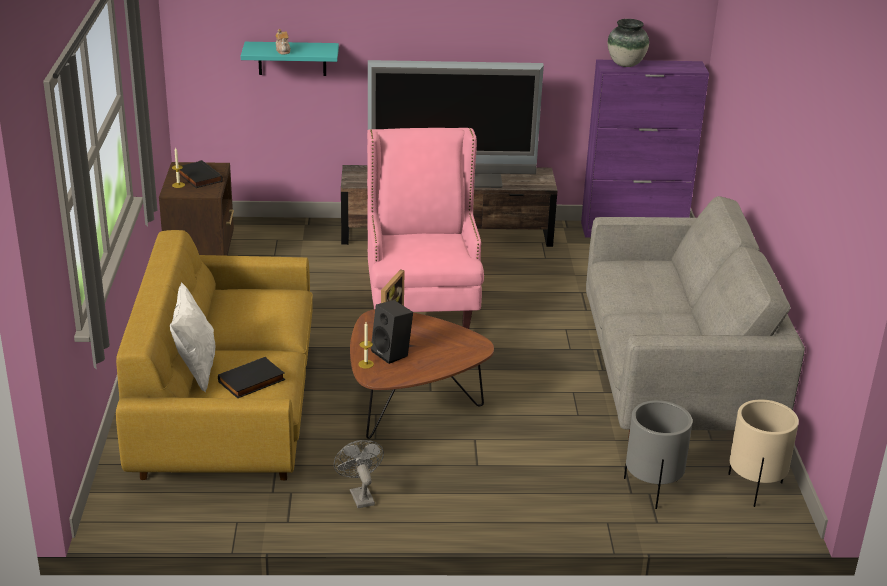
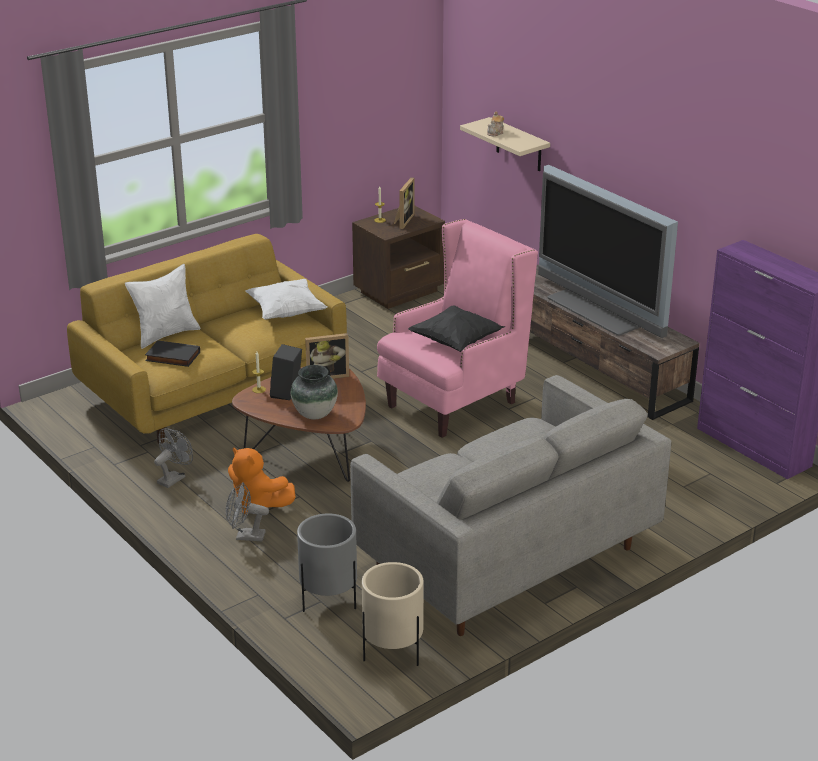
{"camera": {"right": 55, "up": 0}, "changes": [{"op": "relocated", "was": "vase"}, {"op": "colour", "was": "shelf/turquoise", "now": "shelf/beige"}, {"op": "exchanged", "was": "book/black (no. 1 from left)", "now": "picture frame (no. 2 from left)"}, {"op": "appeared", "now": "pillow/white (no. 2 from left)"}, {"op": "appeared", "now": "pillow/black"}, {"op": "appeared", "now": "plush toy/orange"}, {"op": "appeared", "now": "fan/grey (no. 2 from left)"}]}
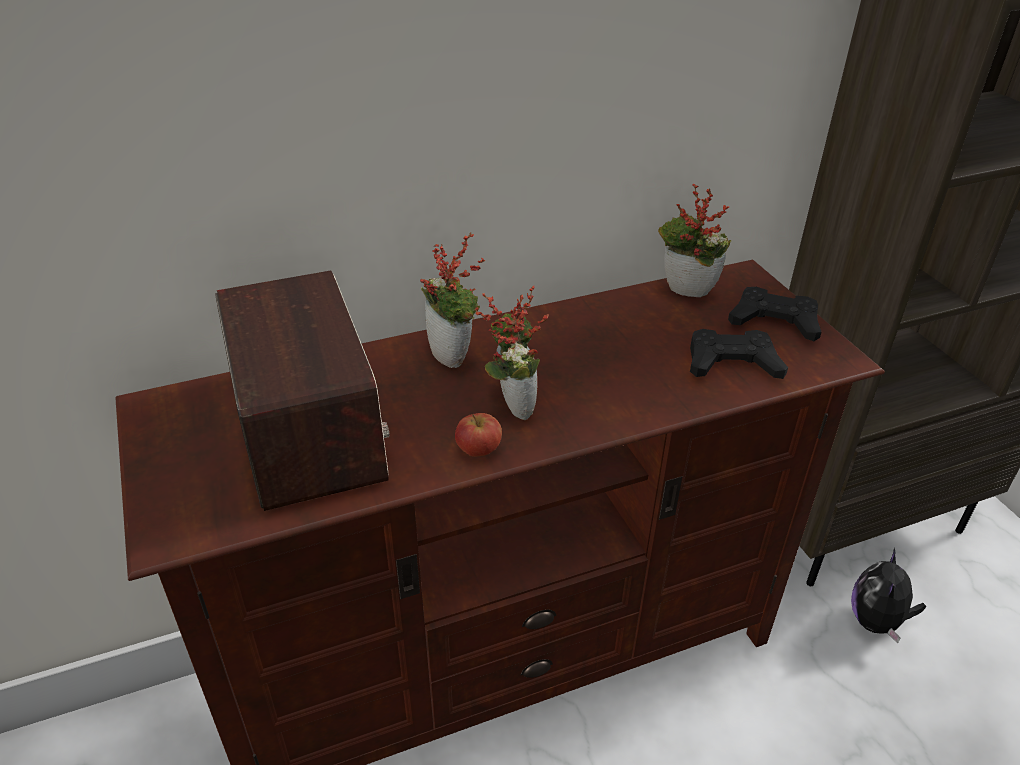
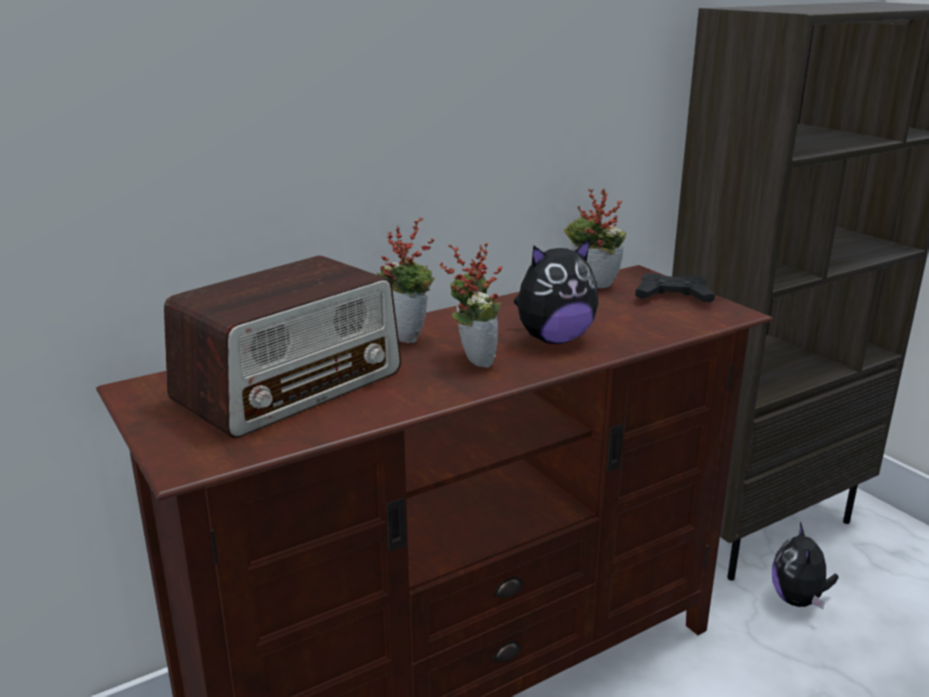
{"camera": {"right": -10, "up": -15}, "changes": [{"op": "spun", "was": "radio", "clockwise": 75}, {"op": "missing", "was": "game controller/black (no. 1 from left)"}, {"op": "missing", "was": "apple"}, {"op": "appeared", "now": "plush toy (no. 1 from left)"}]}
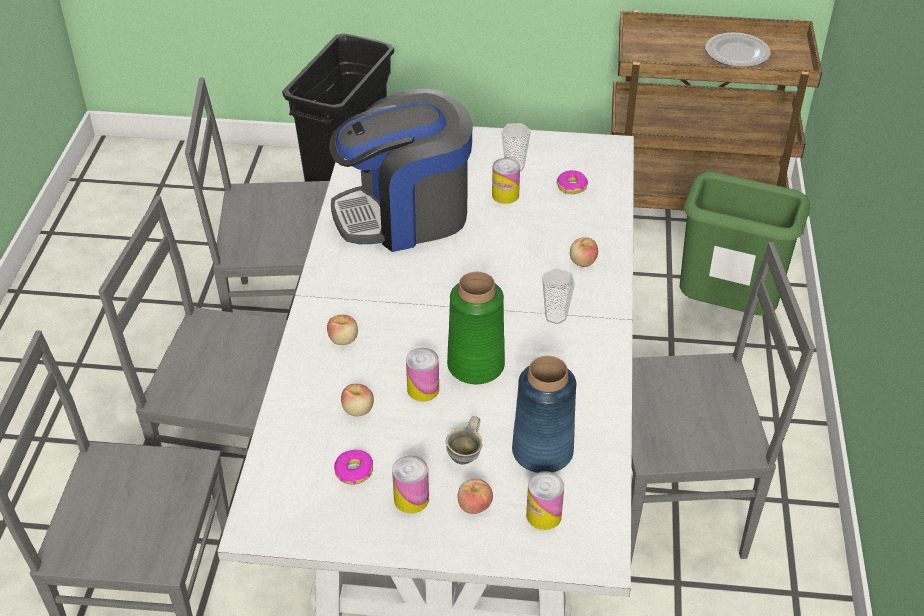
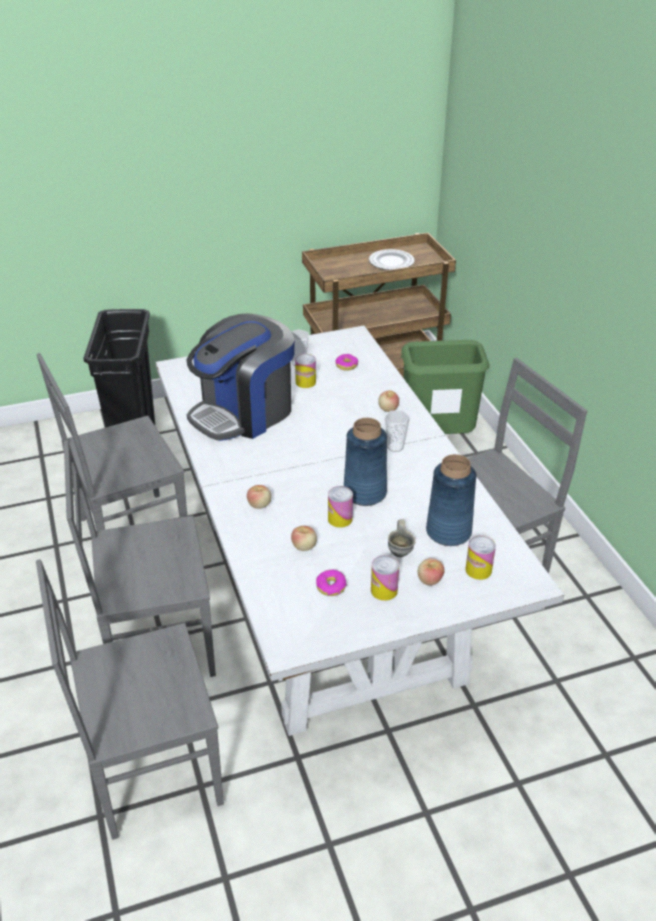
{"camera": {"right": -25, "up": -5}, "changes": [{"op": "colour", "was": "vase/green", "now": "vase/blue (no. 1 from left)"}]}
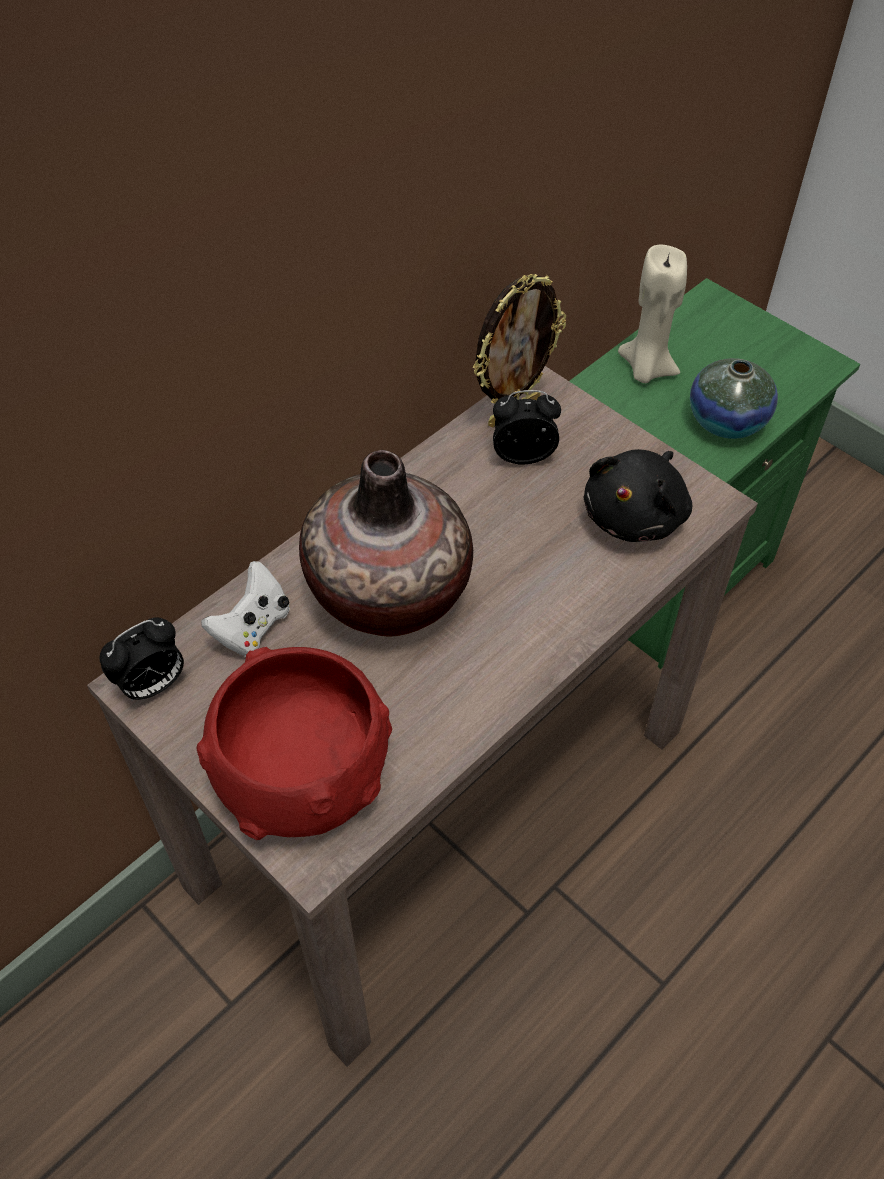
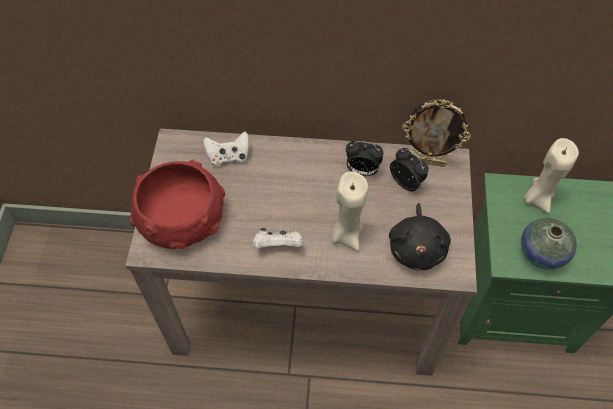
{"camera": {"right": 50, "up": 5}, "changes": [{"op": "spun", "was": "plush toy/black", "clockwise": -75}, {"op": "missing", "was": "vase (no. 1 from left)"}, {"op": "relocated", "was": "alarm clock (no. 1 from left)"}, {"op": "appeared", "now": "candle/beige (no. 1 from left)"}, {"op": "appeared", "now": "game controller/white (no. 2 from left)"}]}
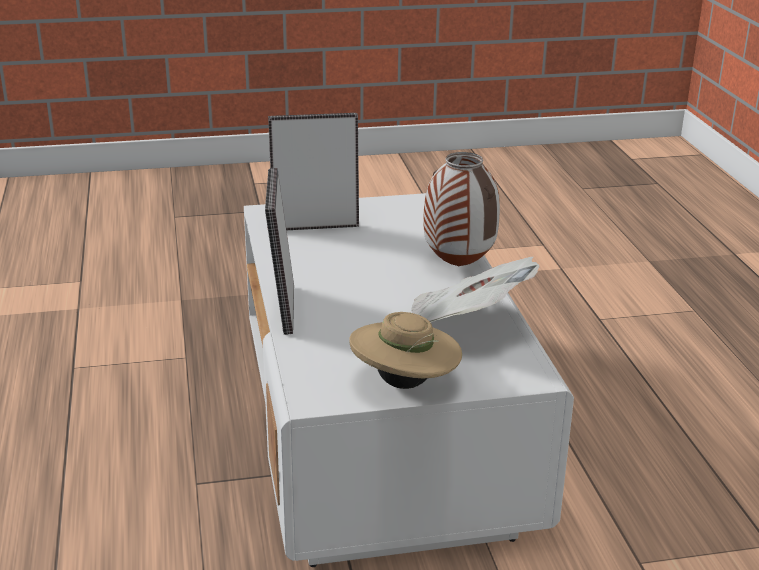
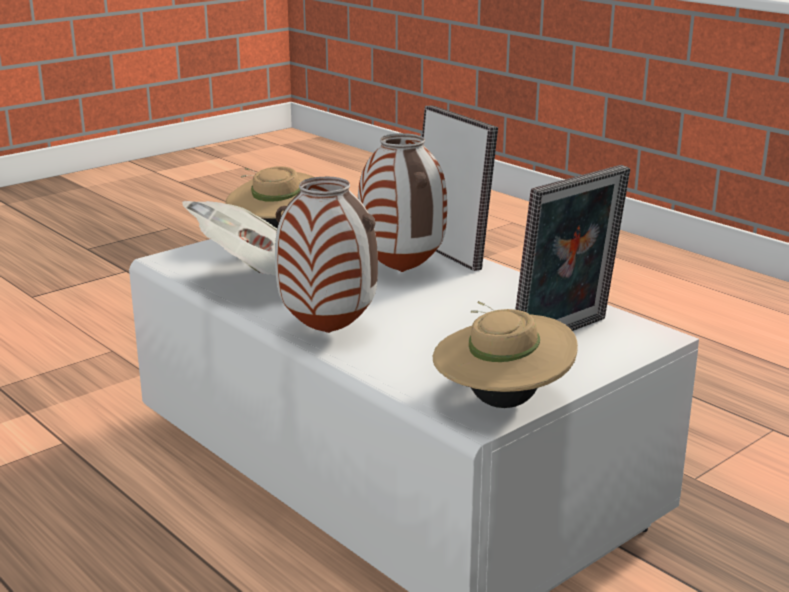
{"camera": {"right": 150, "up": -5}, "changes": [{"op": "appeared", "now": "vase (no. 2 from left)"}, {"op": "appeared", "now": "hat/beige (no. 2 from left)"}]}
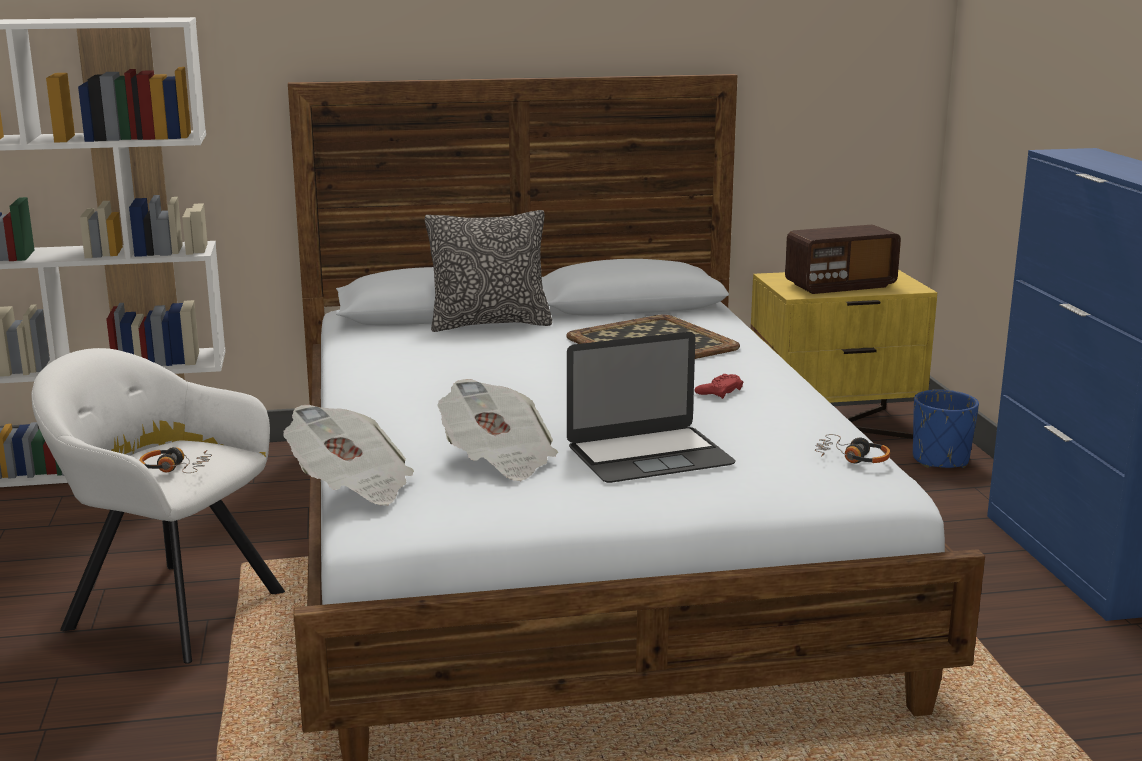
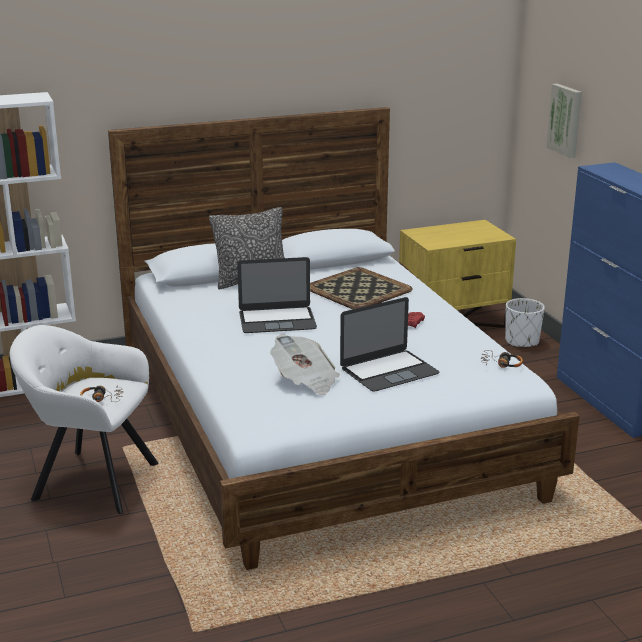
{"camera": {"right": -10, "up": 5}, "changes": [{"op": "missing", "was": "radio"}, {"op": "colour", "was": "planter/blue", "now": "planter/white"}, {"op": "missing", "was": "newspaper (no. 1 from left)"}, {"op": "appeared", "now": "picture"}, {"op": "appeared", "now": "laptop (no. 1 from left)"}]}
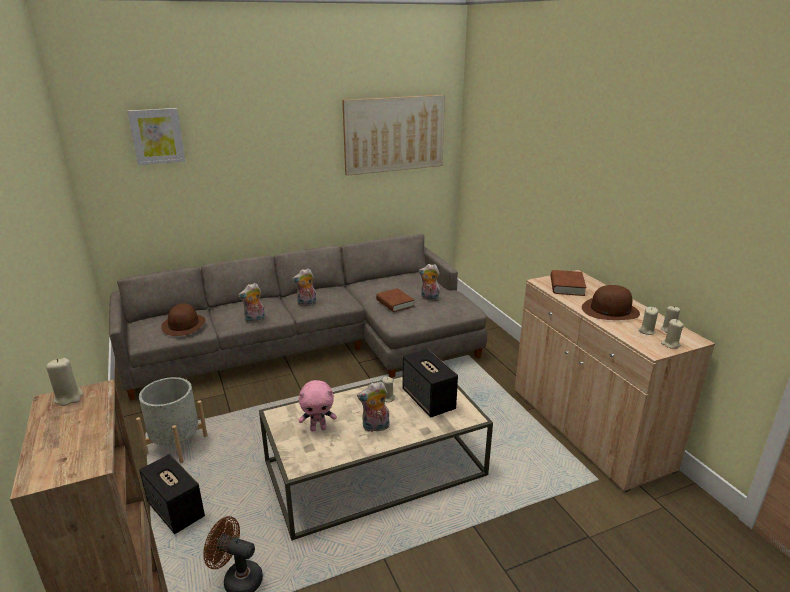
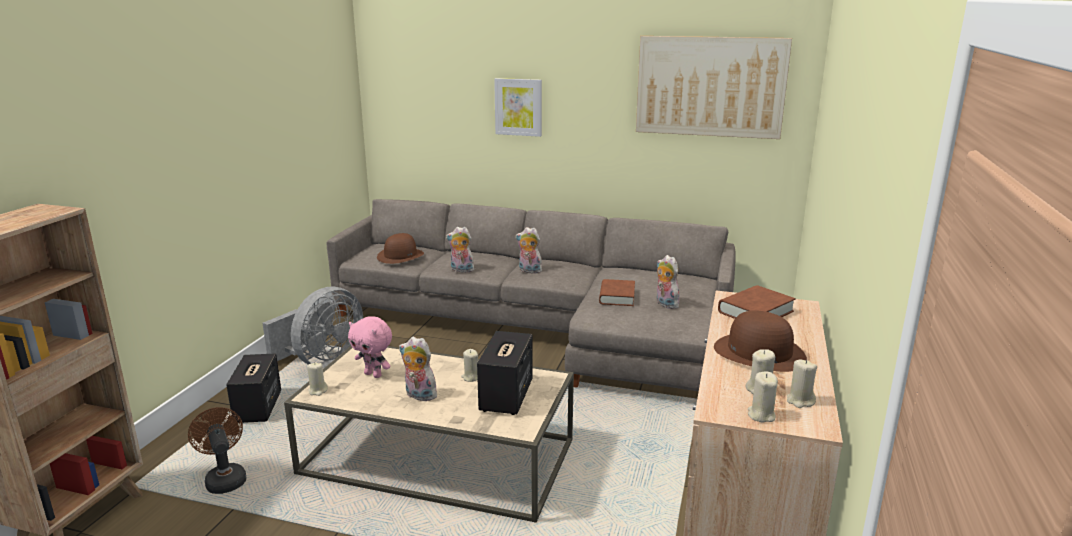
{"camera": {"right": 40, "up": -5}, "changes": [{"op": "relocated", "was": "picture (no. 1 from left)"}, {"op": "relocated", "was": "candle/beige (no. 1 from left)"}, {"op": "exchanged", "was": "planter/grey", "now": "fan/grey"}]}
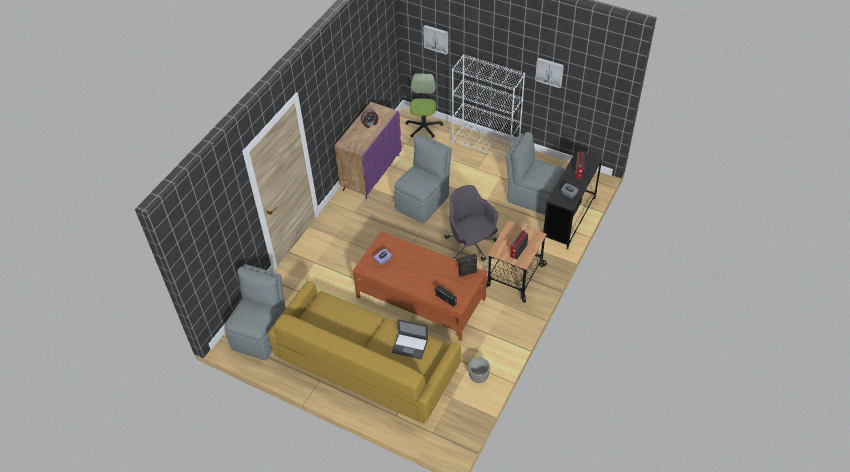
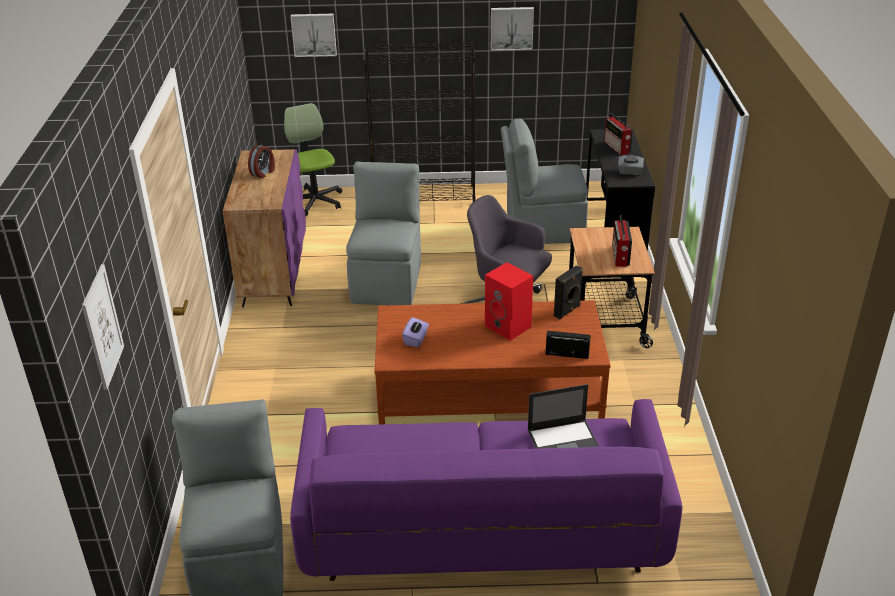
{"camera": {"right": -30, "up": -15}, "changes": [{"op": "colour", "was": "bookcase/white", "now": "bookcase/black"}, {"op": "colour", "was": "sofa/yellow", "now": "sofa/purple"}, {"op": "missing", "was": "planter"}, {"op": "appeared", "now": "speaker/red"}, {"op": "appeared", "now": "picture (no. 1 from left)"}]}
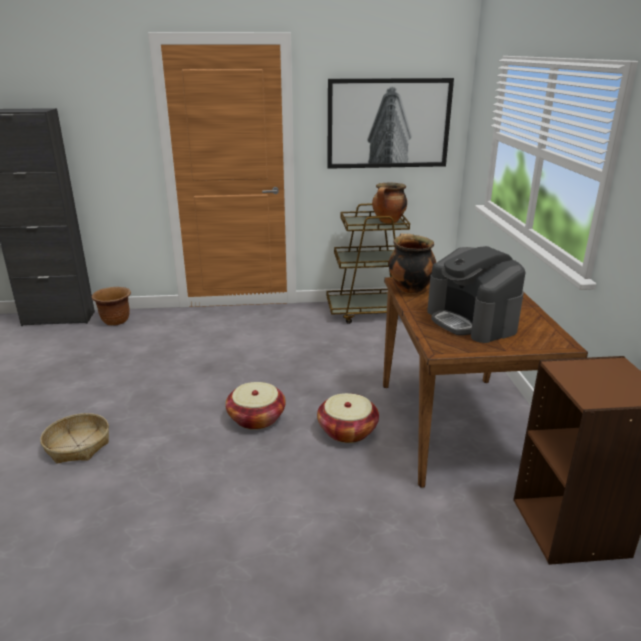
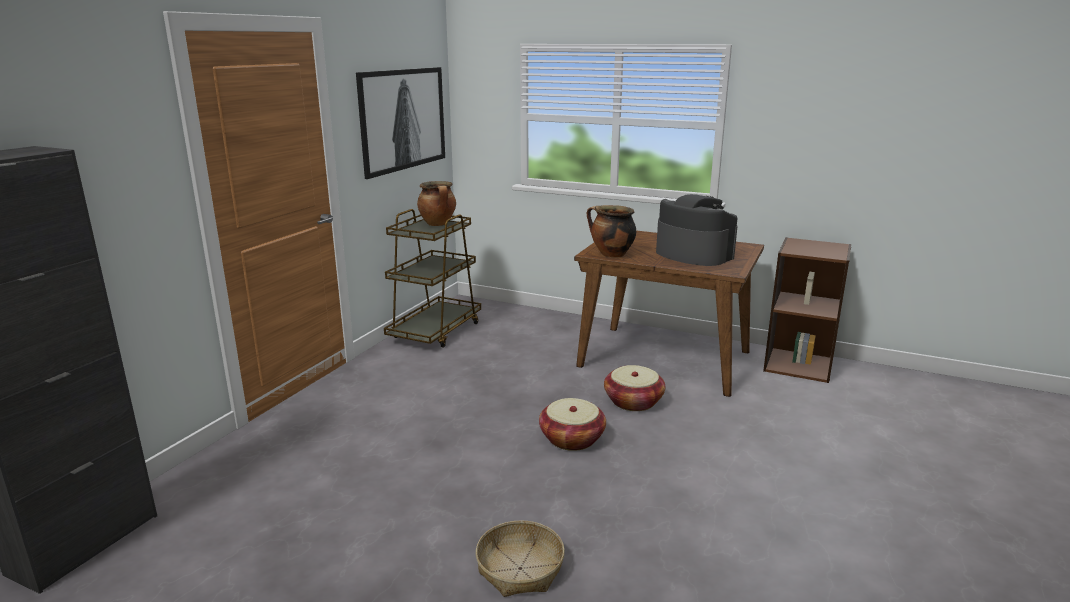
{"camera": {"right": -60, "up": -5}, "changes": [{"op": "spun", "was": "coffee machine", "clockwise": -135}, {"op": "missing", "was": "planter/brown"}]}
